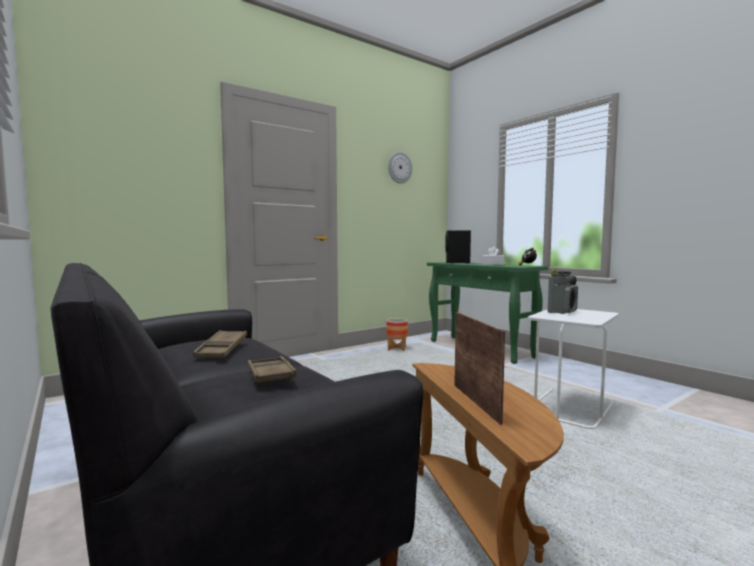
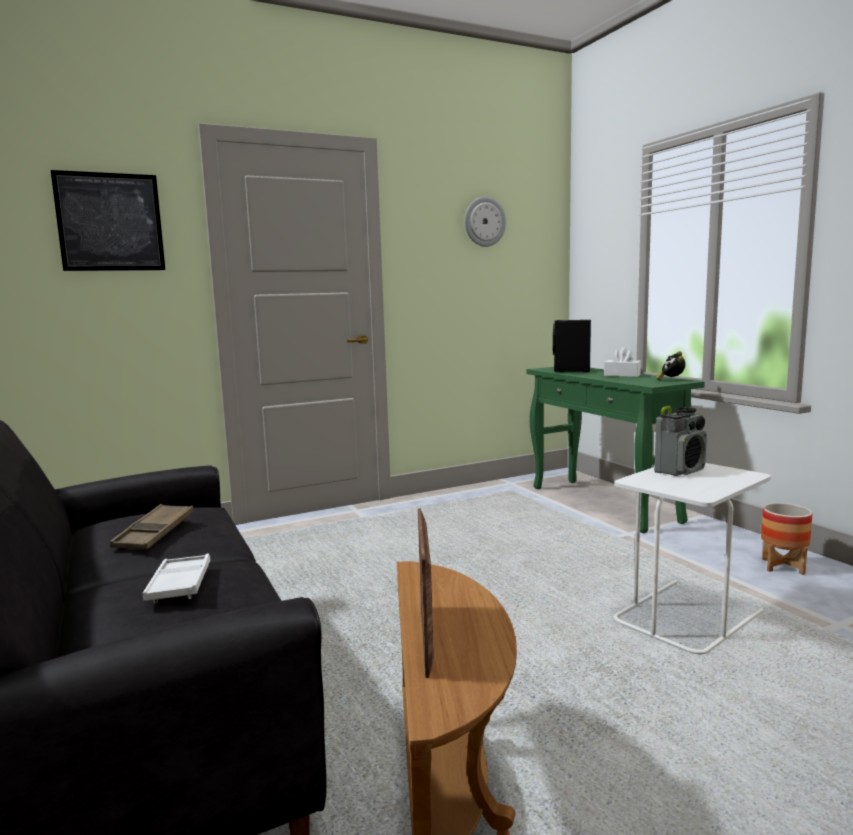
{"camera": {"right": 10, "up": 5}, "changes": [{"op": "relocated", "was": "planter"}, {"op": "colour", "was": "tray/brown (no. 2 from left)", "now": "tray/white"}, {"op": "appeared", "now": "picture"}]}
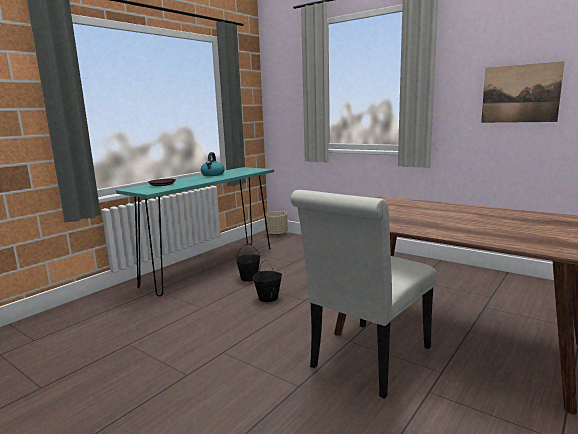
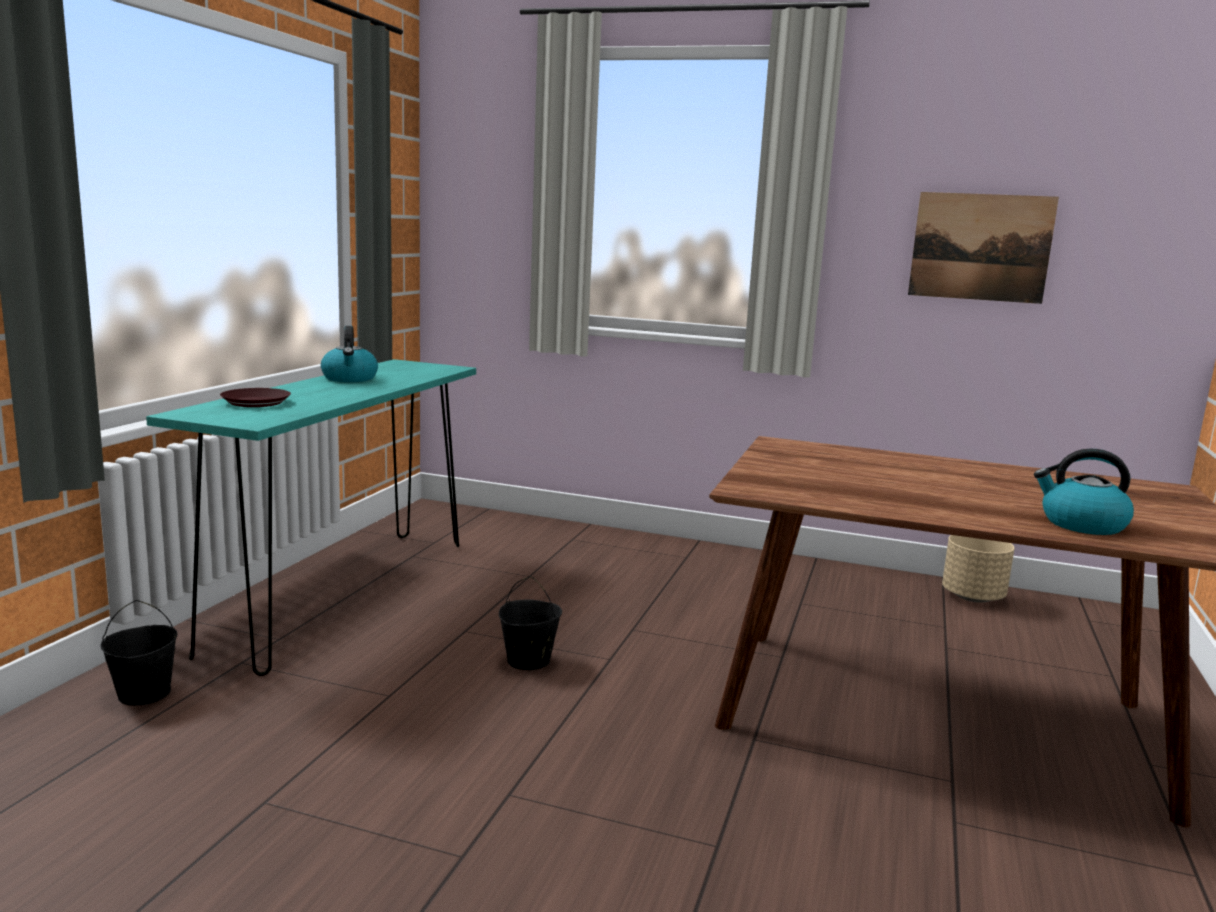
{"camera": {"right": -20, "up": 0}, "changes": [{"op": "missing", "was": "chair/white"}, {"op": "relocated", "was": "planter/beige"}, {"op": "relocated", "was": "bucket/black (no. 1 from left)"}, {"op": "appeared", "now": "kettle (no. 2 from left)"}]}
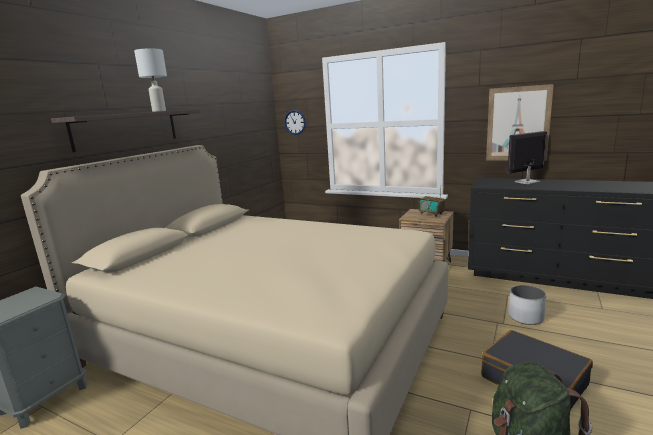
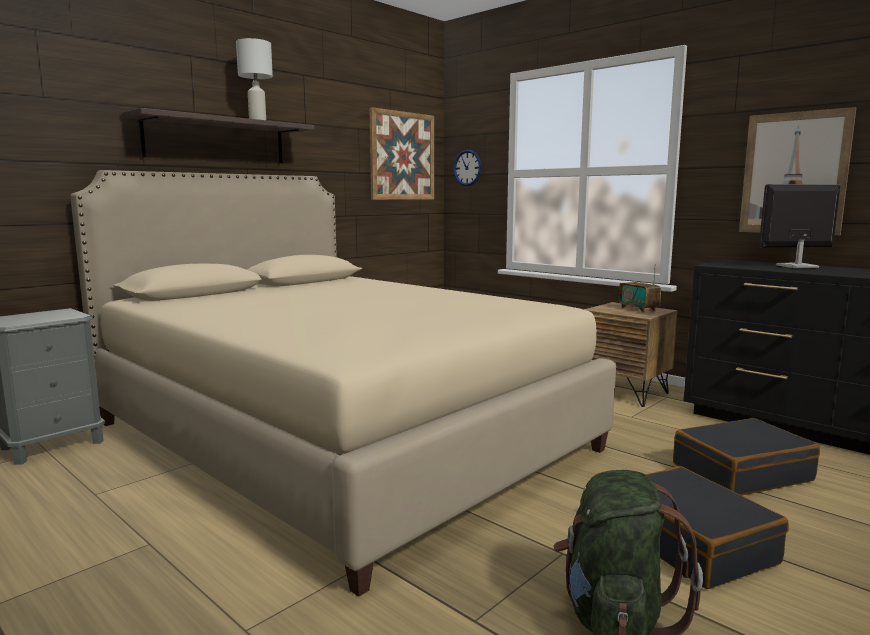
{"camera": {"right": 15, "up": -5}, "changes": [{"op": "exchanged", "was": "planter/white", "now": "suitcase/black (no. 2 from left)"}, {"op": "appeared", "now": "picture (no. 1 from left)"}]}
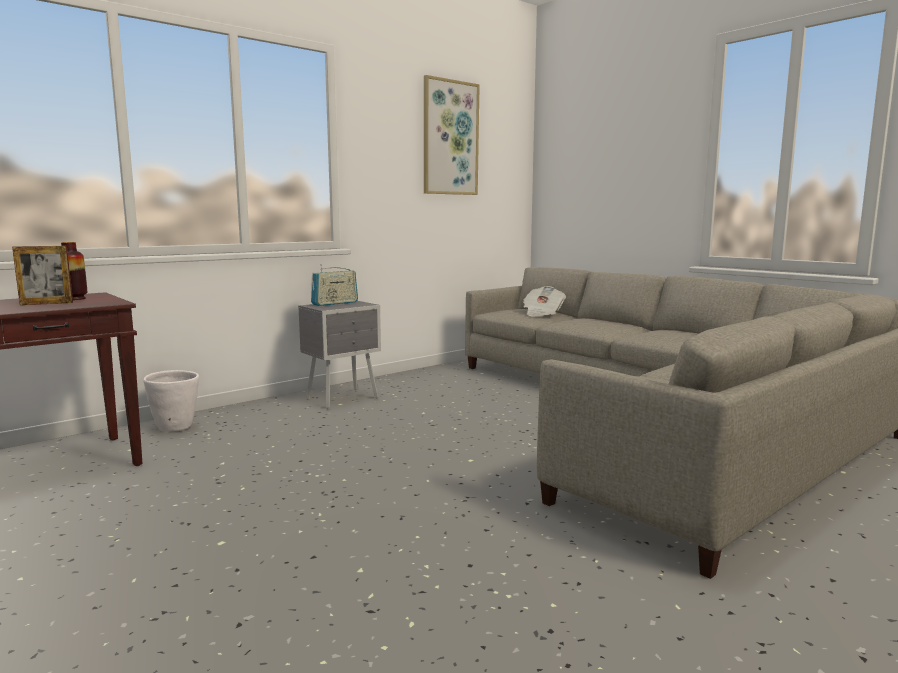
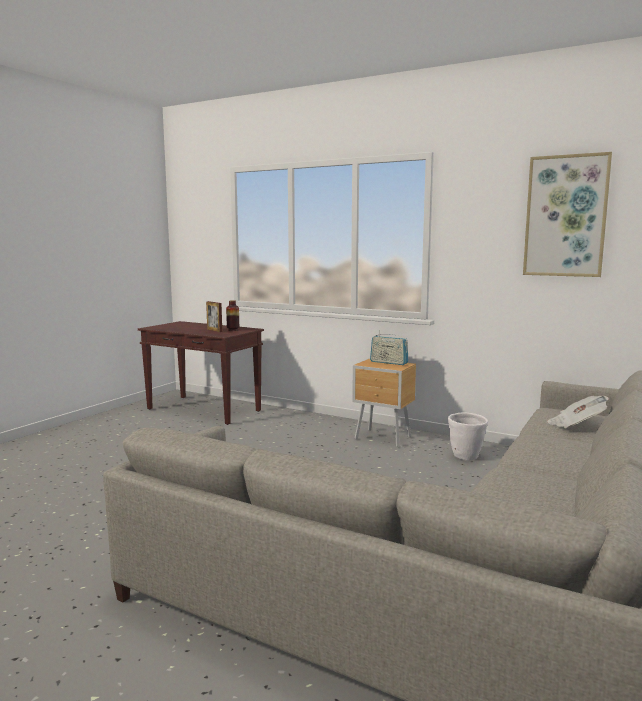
{"camera": {"right": 70, "up": 0}, "changes": [{"op": "colour", "was": "nightstand/grey", "now": "nightstand/brown"}, {"op": "relocated", "was": "planter/white"}]}
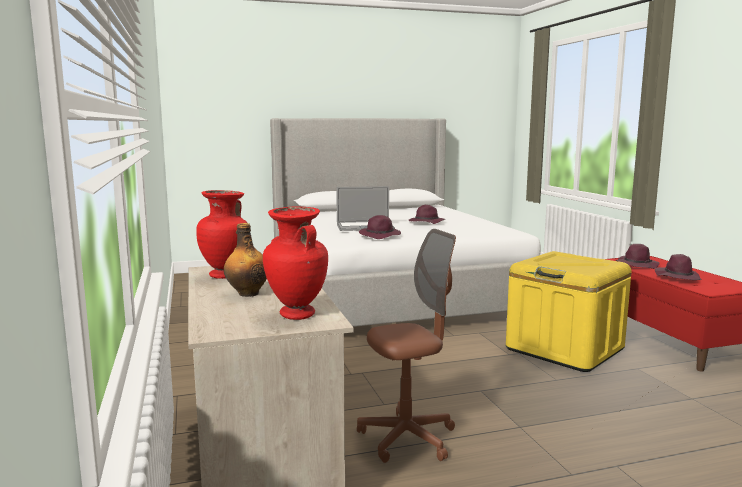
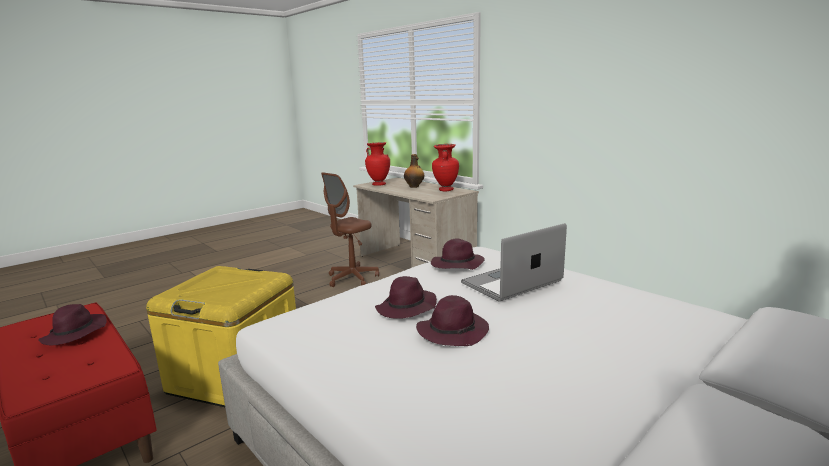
{"camera": {"right": 155, "up": 5}, "changes": [{"op": "relocated", "was": "hat/purple (no. 3 from left in the first image)", "now": "hat/purple (no. 2 from left)"}]}
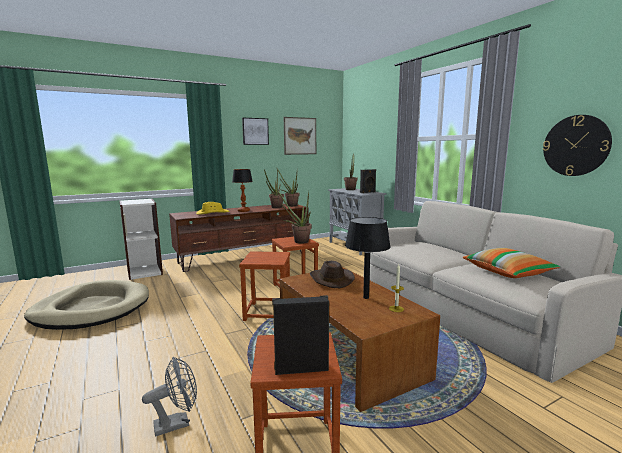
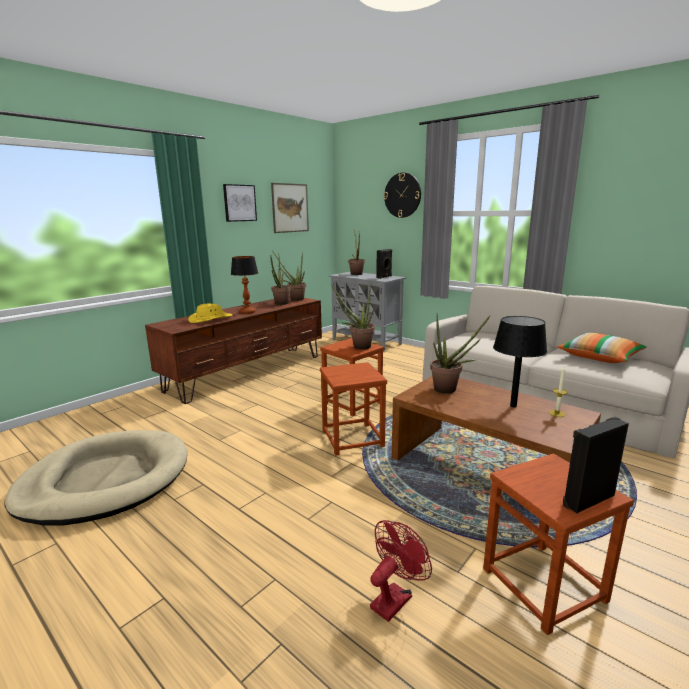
{"camera": {"right": -20, "up": 5}, "changes": [{"op": "relocated", "was": "wall clock"}, {"op": "missing", "was": "bookcase"}, {"op": "exchanged", "was": "hat/brown", "now": "potted plant (no. 5 from left)"}, {"op": "colour", "was": "fan/grey", "now": "fan/red"}]}
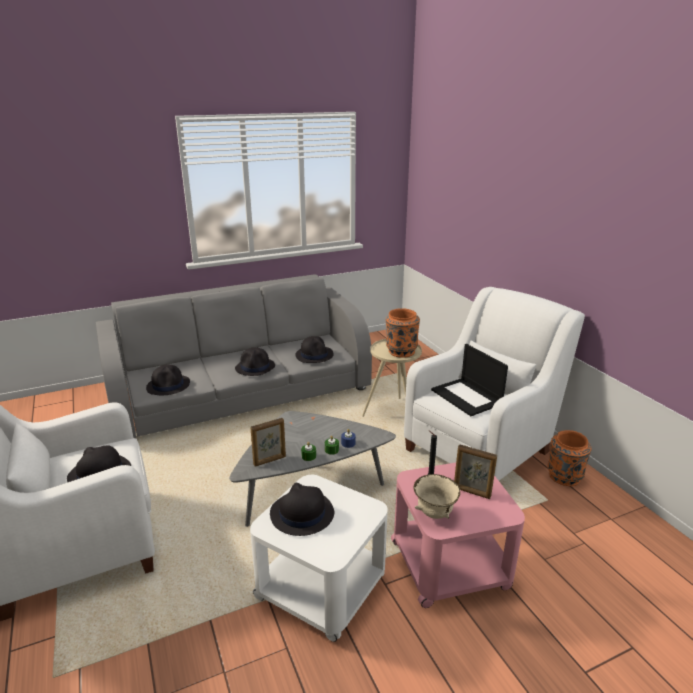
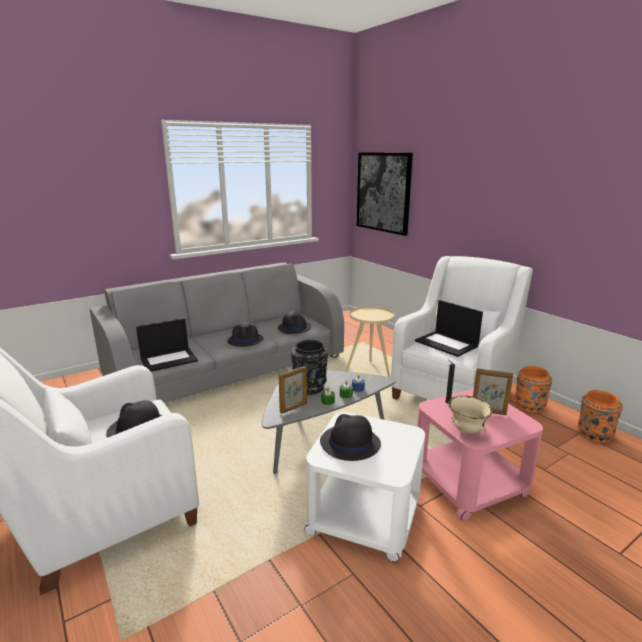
{"camera": {"right": -10, "up": -5}, "changes": [{"op": "relocated", "was": "vase/orange (no. 1 from left in the first image)", "now": "vase/orange (no. 2 from left)"}, {"op": "exchanged", "was": "hat/black (no. 2 from left)", "now": "laptop (no. 1 from left)"}, {"op": "appeared", "now": "picture"}, {"op": "appeared", "now": "vase/black"}]}
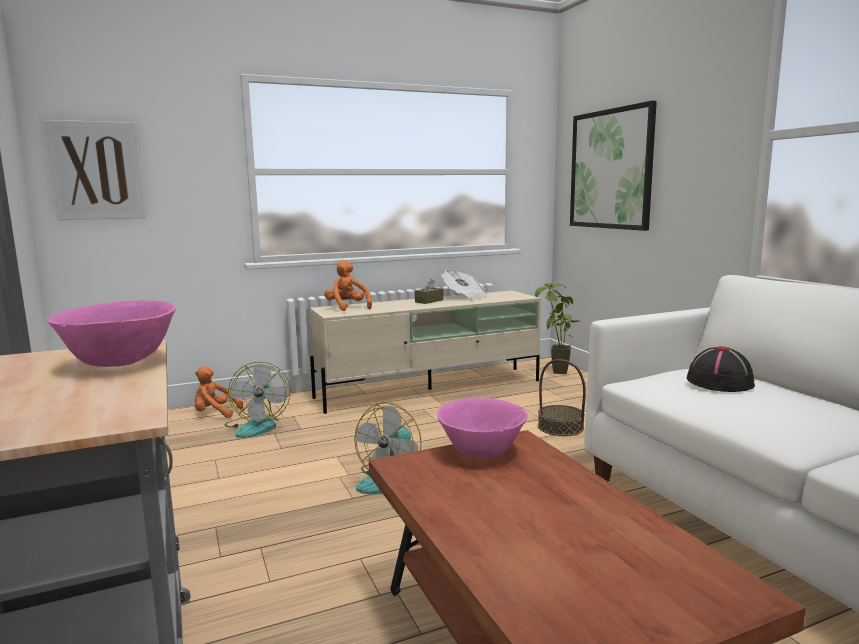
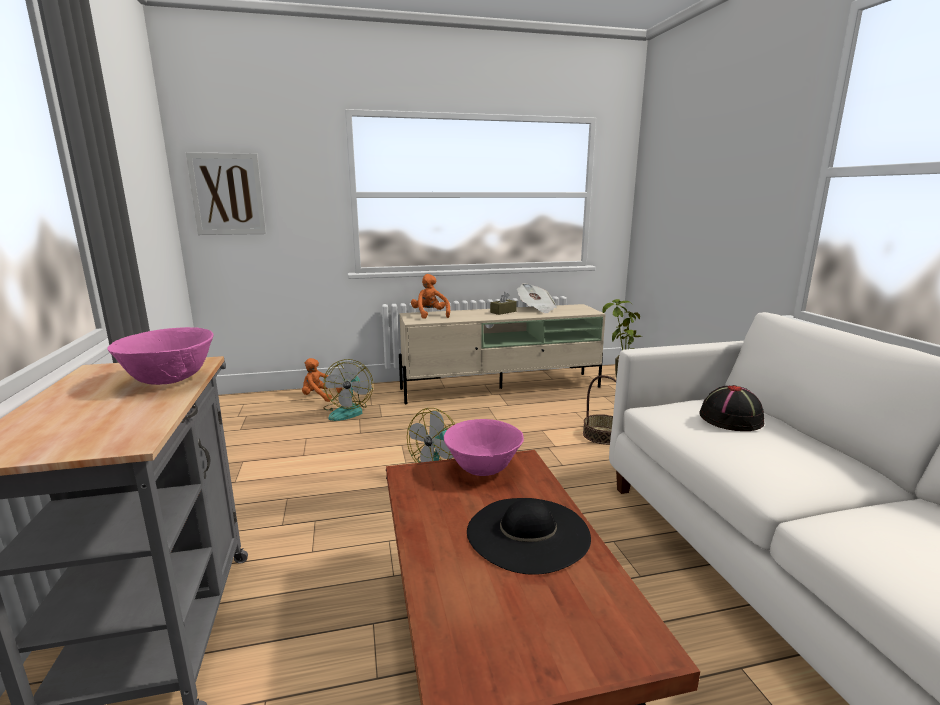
{"camera": {"right": 10, "up": 5}, "changes": [{"op": "missing", "was": "picture (no. 2 from left)"}, {"op": "appeared", "now": "hat/black (no. 1 from left)"}]}
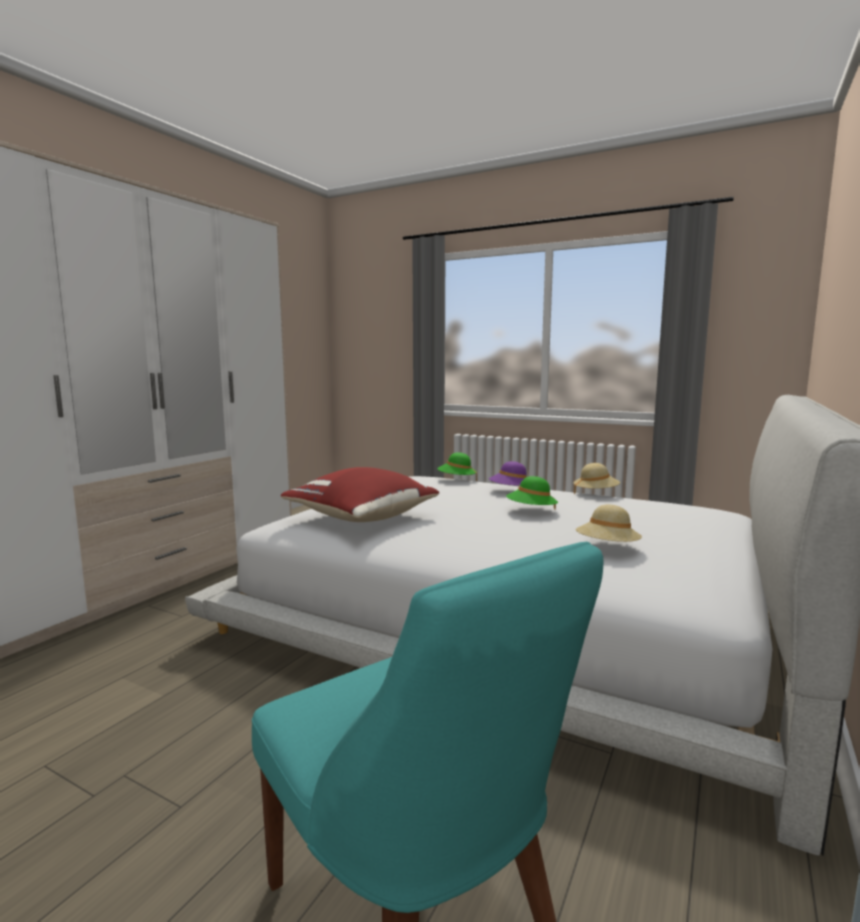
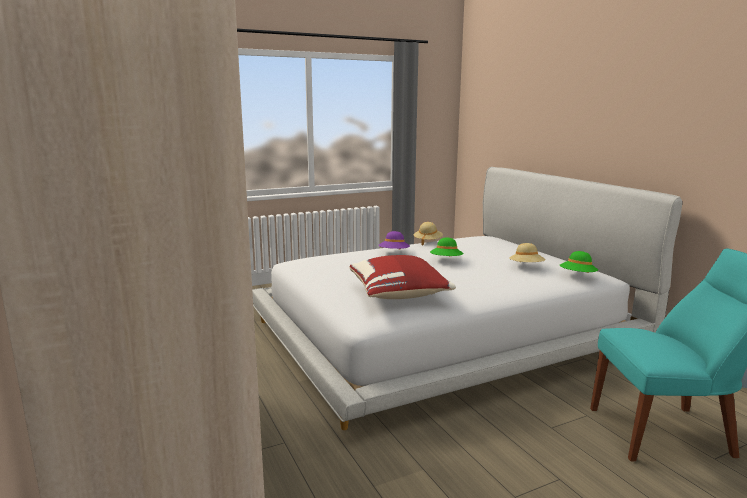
{"camera": {"right": -55, "up": 5}, "changes": [{"op": "relocated", "was": "hat/green (no. 1 from left in the first image)", "now": "hat/green (no. 2 from left)"}]}
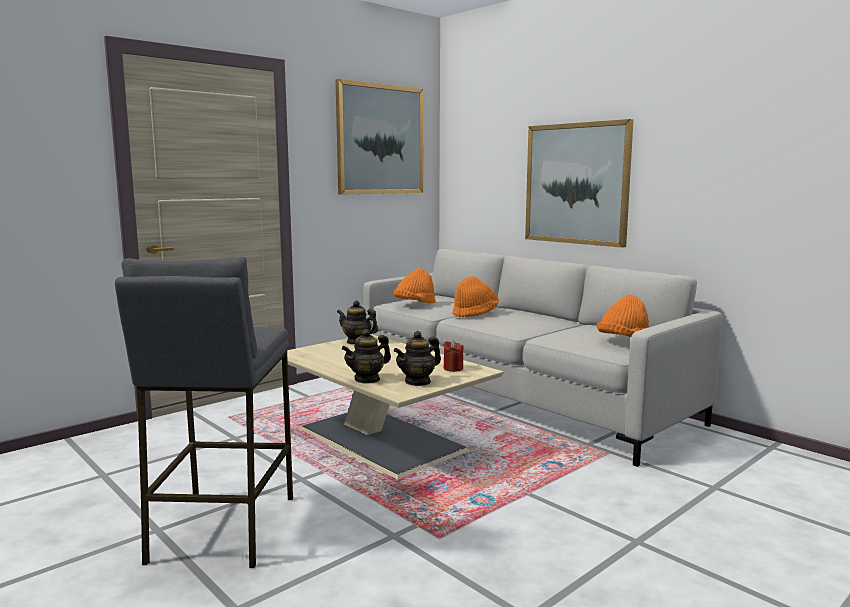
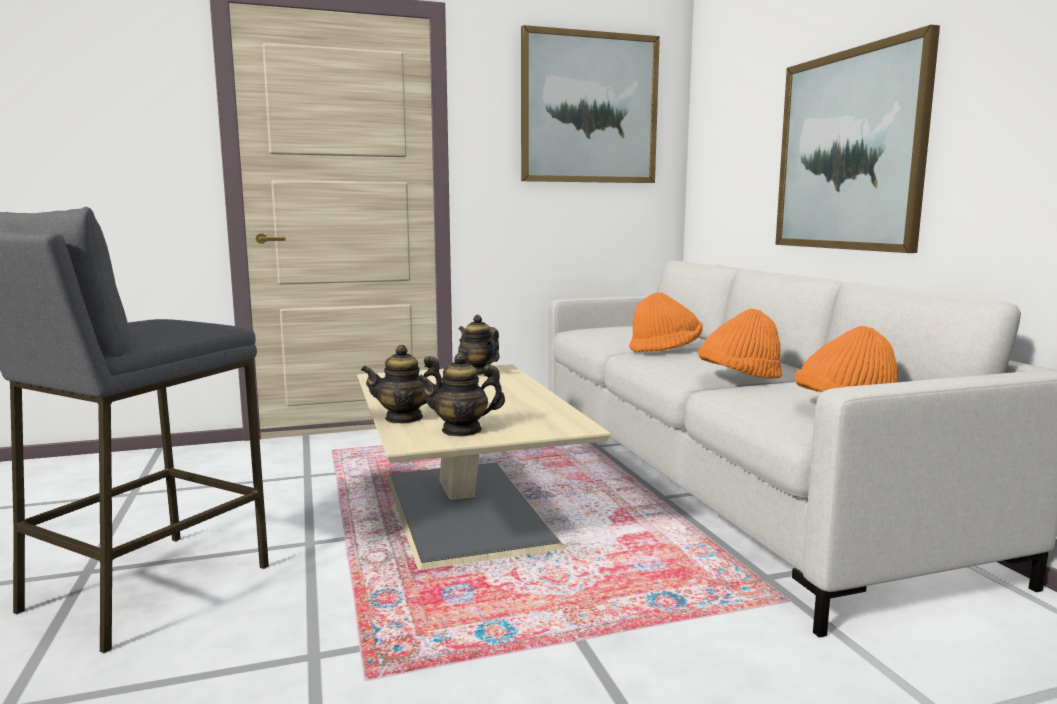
{"camera": {"right": 25, "up": 0}, "changes": [{"op": "relocated", "was": "hat/orange (no. 1 from left in the first image)", "now": "hat/orange (no. 2 from left)"}, {"op": "missing", "was": "candle/red"}]}
